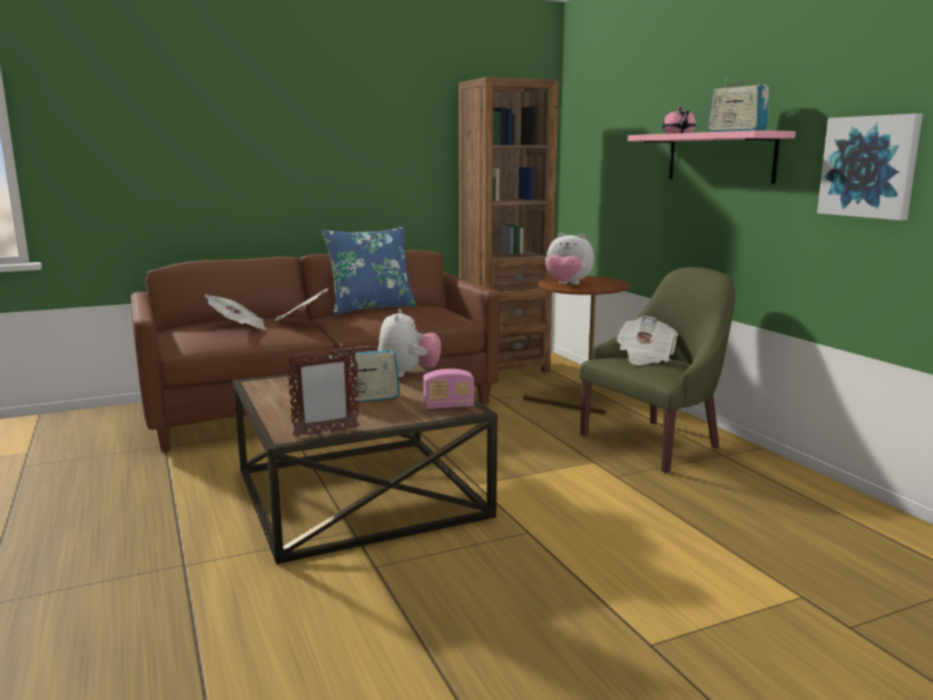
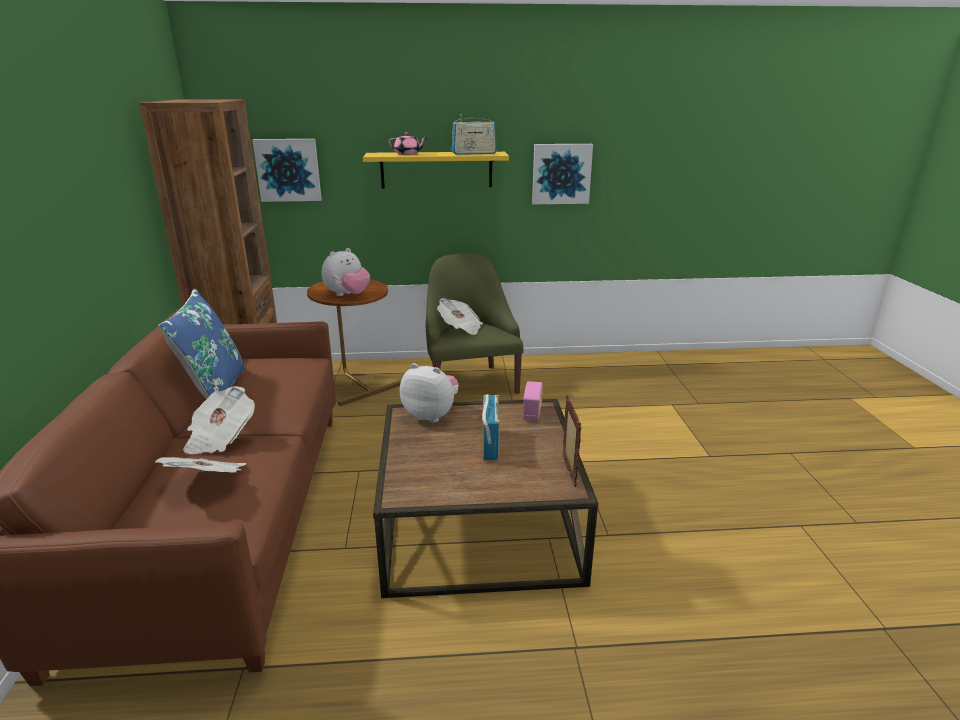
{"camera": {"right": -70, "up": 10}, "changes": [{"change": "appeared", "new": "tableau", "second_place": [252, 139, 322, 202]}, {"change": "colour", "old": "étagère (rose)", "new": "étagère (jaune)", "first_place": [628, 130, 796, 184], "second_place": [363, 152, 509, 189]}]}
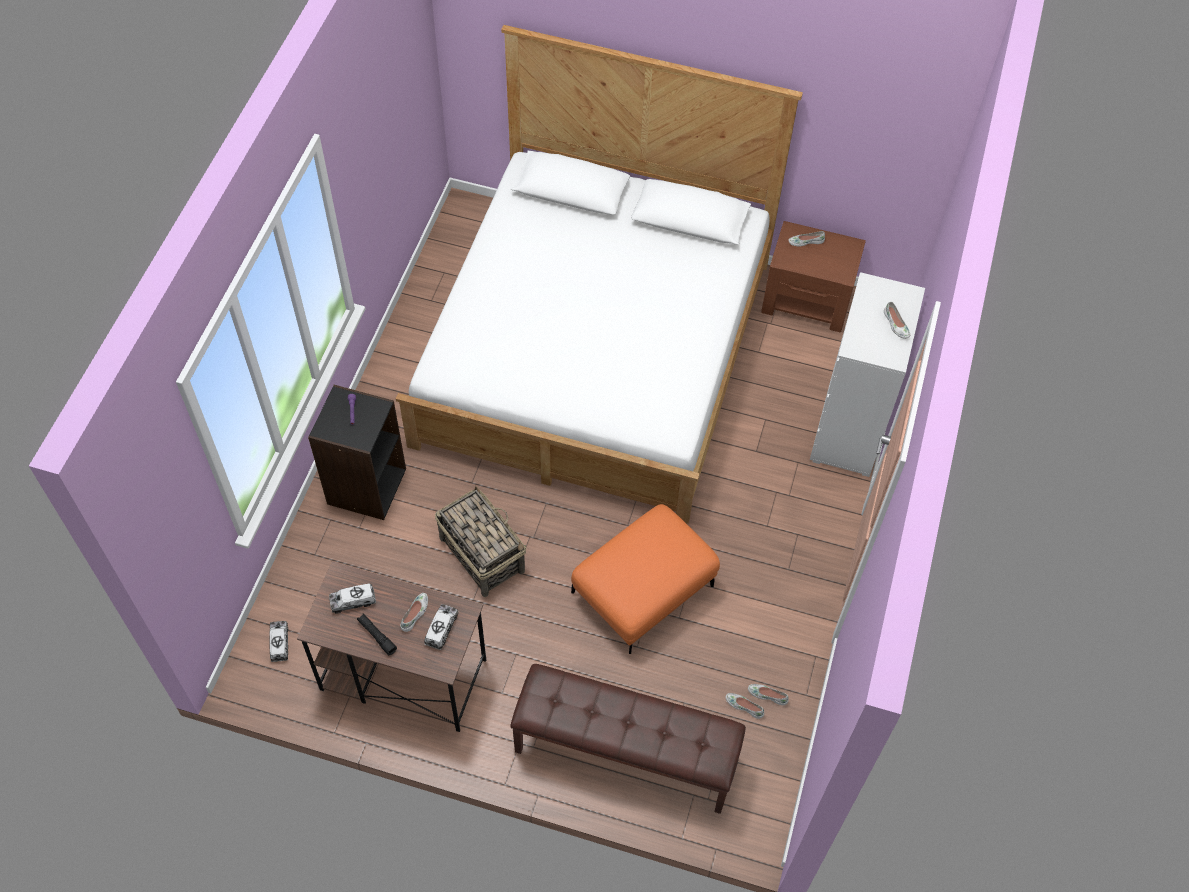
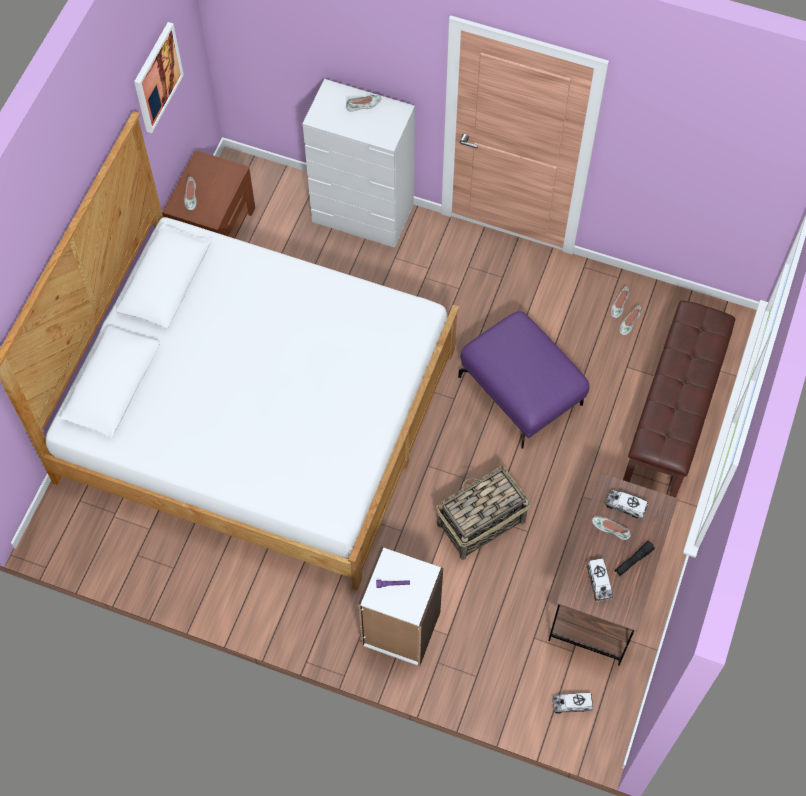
{"camera": {"right": -85, "up": 5}, "changes": [{"change": "appeared", "new": "tableau", "second_place": [134, 22, 184, 133]}, {"change": "colour", "old": "bibliothèque (noir)", "new": "bibliothèque (blanc)", "first_place": [308, 385, 406, 520], "second_place": [358, 547, 443, 667]}, {"change": "colour", "old": "pouf (orange)", "new": "pouf (violet)", "first_place": [571, 504, 720, 654], "second_place": [458, 311, 589, 449]}]}
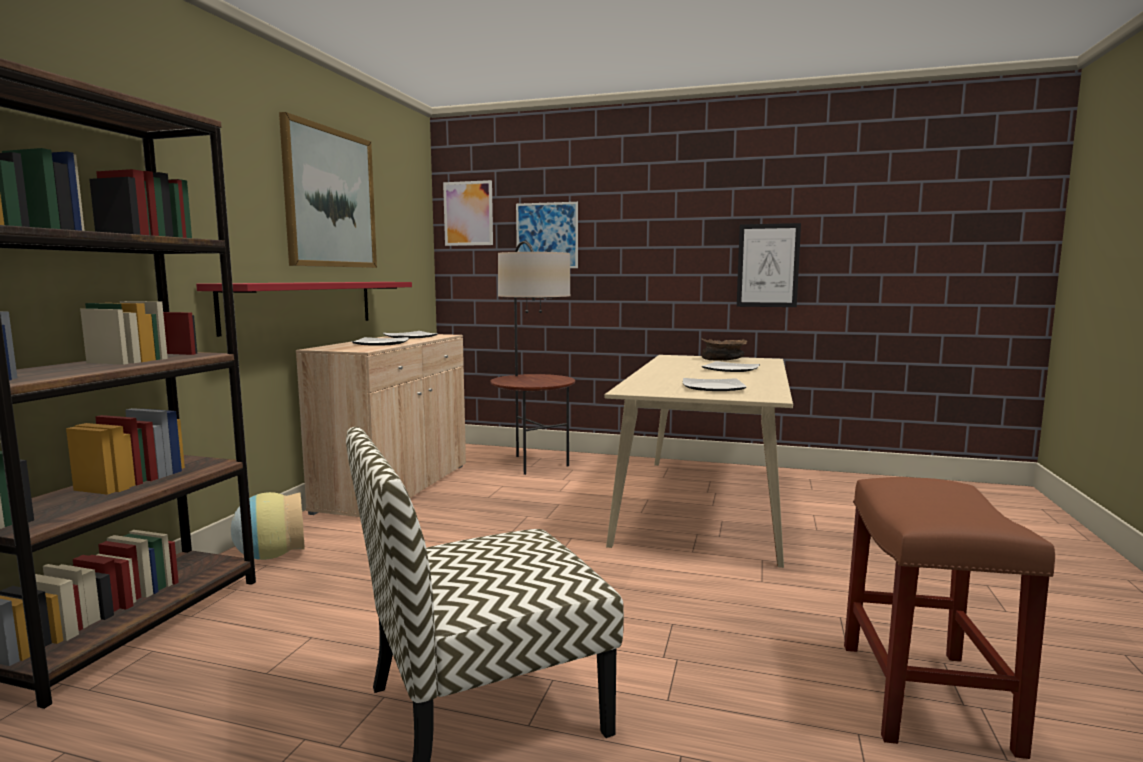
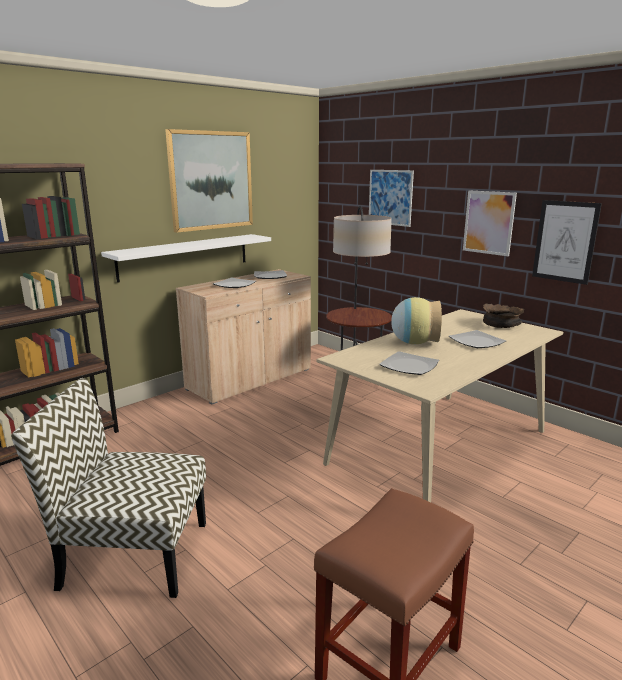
{"camera": {"right": 30, "up": 10}, "changes": [{"change": "colour", "old": "étagère (rouge)", "new": "étagère (blanc)", "first_place": [196, 282, 412, 337], "second_place": [101, 234, 271, 283]}, {"change": "relocated", "old": "vase", "first_place": [231, 492, 305, 560], "second_place": [391, 297, 442, 344]}, {"change": "relocated", "old": "tableau", "first_place": [443, 180, 493, 246], "second_place": [463, 190, 517, 256]}]}
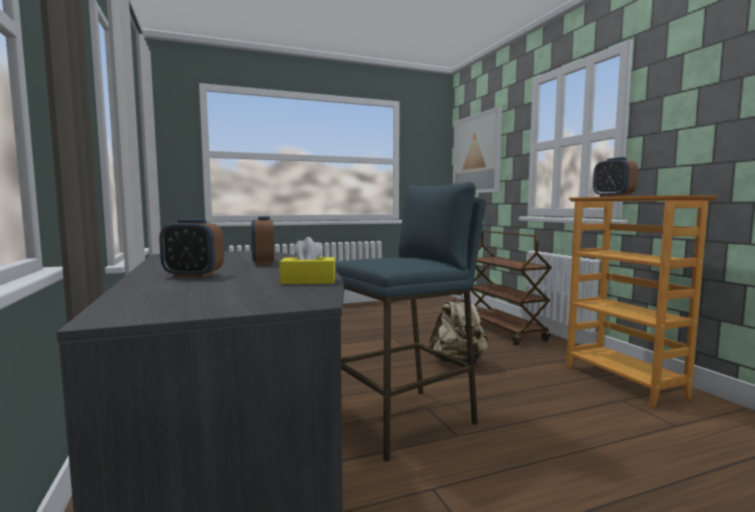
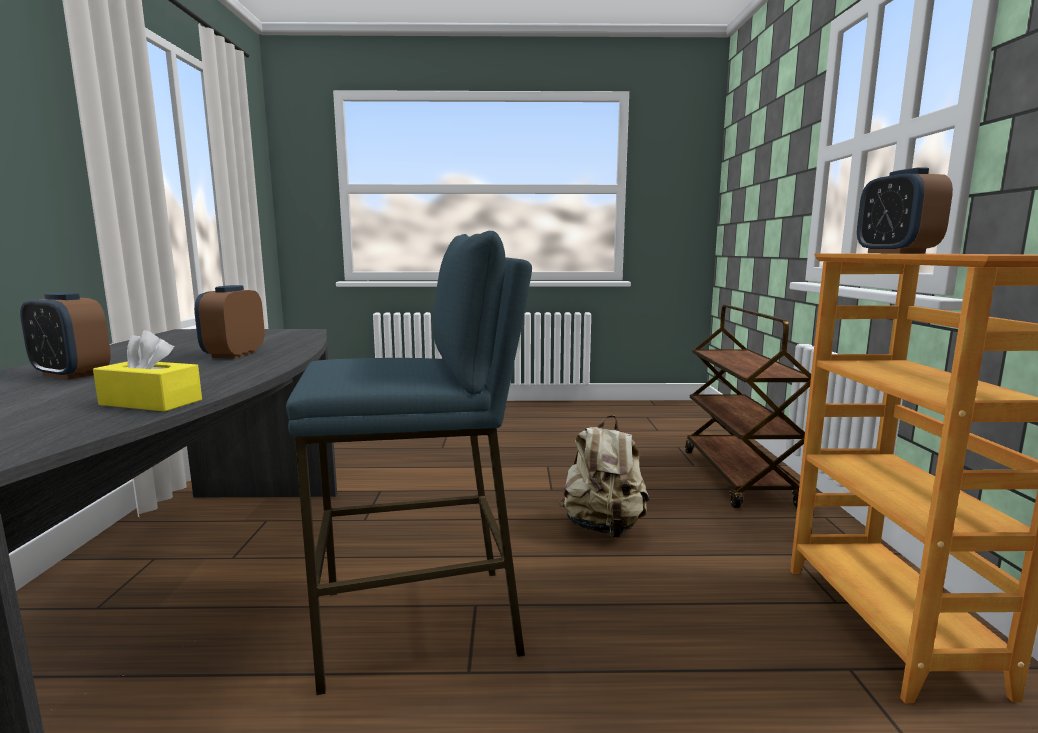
{"camera": {"right": 20, "up": 5}, "changes": [{"change": "missing", "old": "tableau", "first_place": [453, 106, 502, 193]}]}
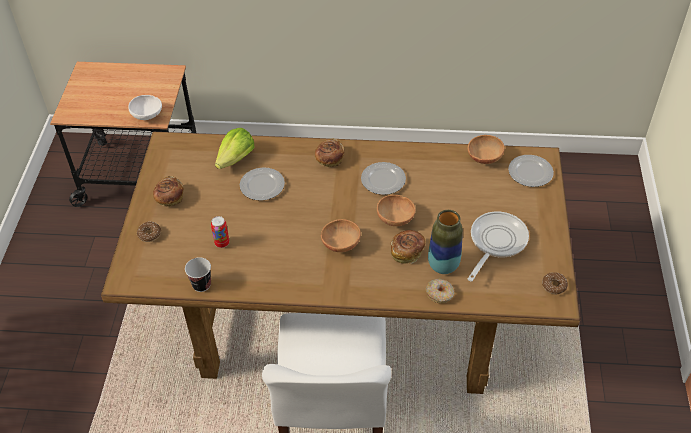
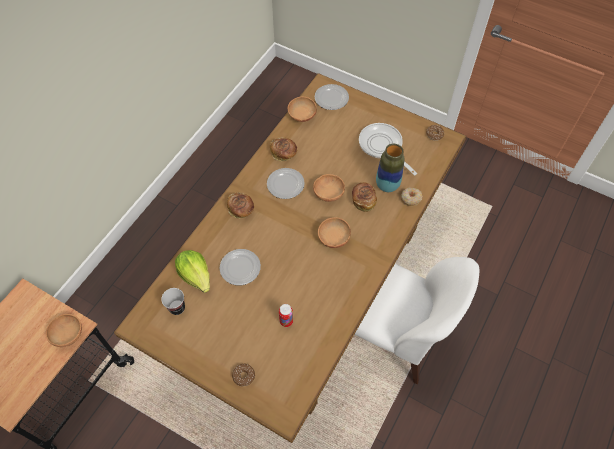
{"camera": {"right": -65, "up": 10}, "changes": [{"change": "colour", "old": "bol (blanc)", "new": "bol (marron)", "first_place": [128, 95, 162, 120], "second_place": [46, 314, 82, 347]}, {"change": "relocated", "old": "tasse", "first_place": [185, 257, 211, 292], "second_place": [161, 288, 185, 315]}, {"change": "relocated", "old": "pain", "first_place": [153, 176, 184, 207], "second_place": [270, 137, 297, 162]}]}
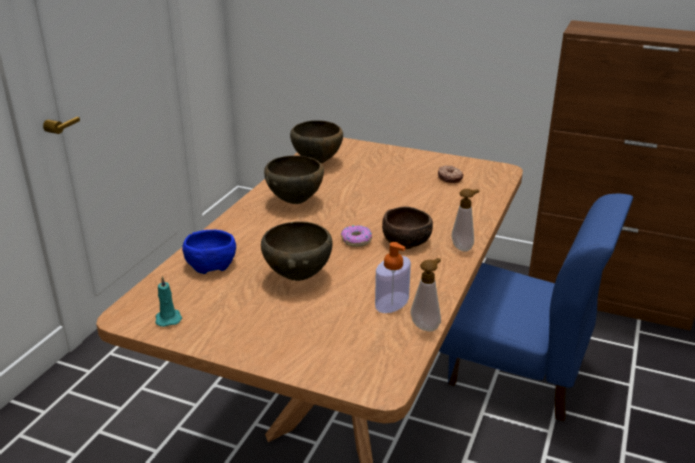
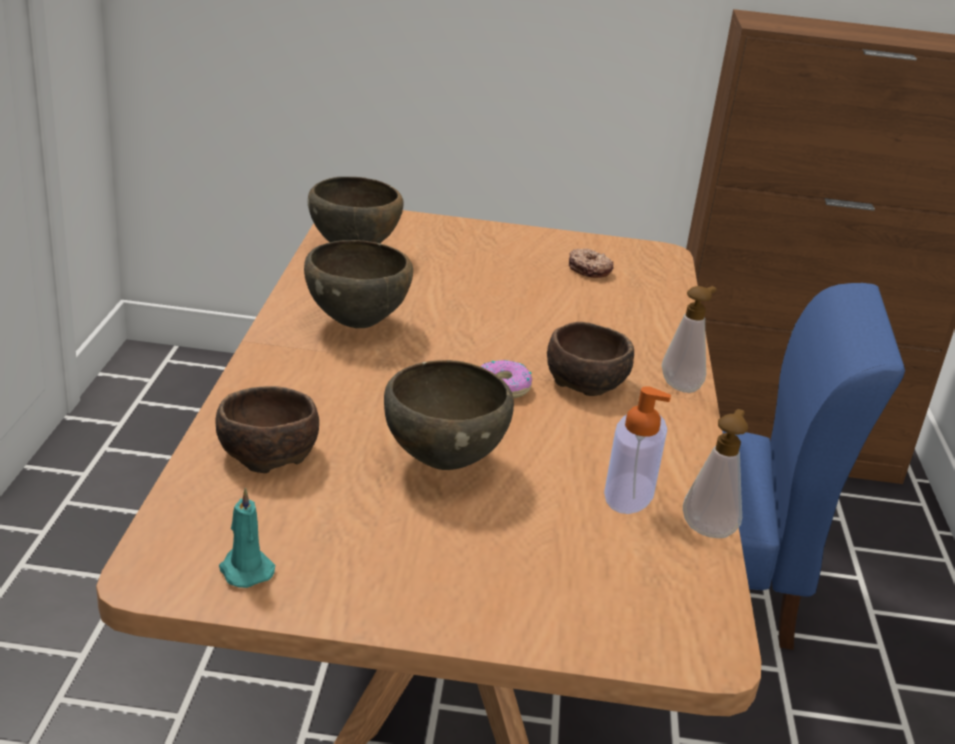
{"camera": {"right": -20, "up": 0}, "changes": [{"change": "colour", "old": "bol (bleu)", "new": "bol (marron)", "first_place": [182, 230, 236, 274], "second_place": [216, 386, 319, 473]}]}
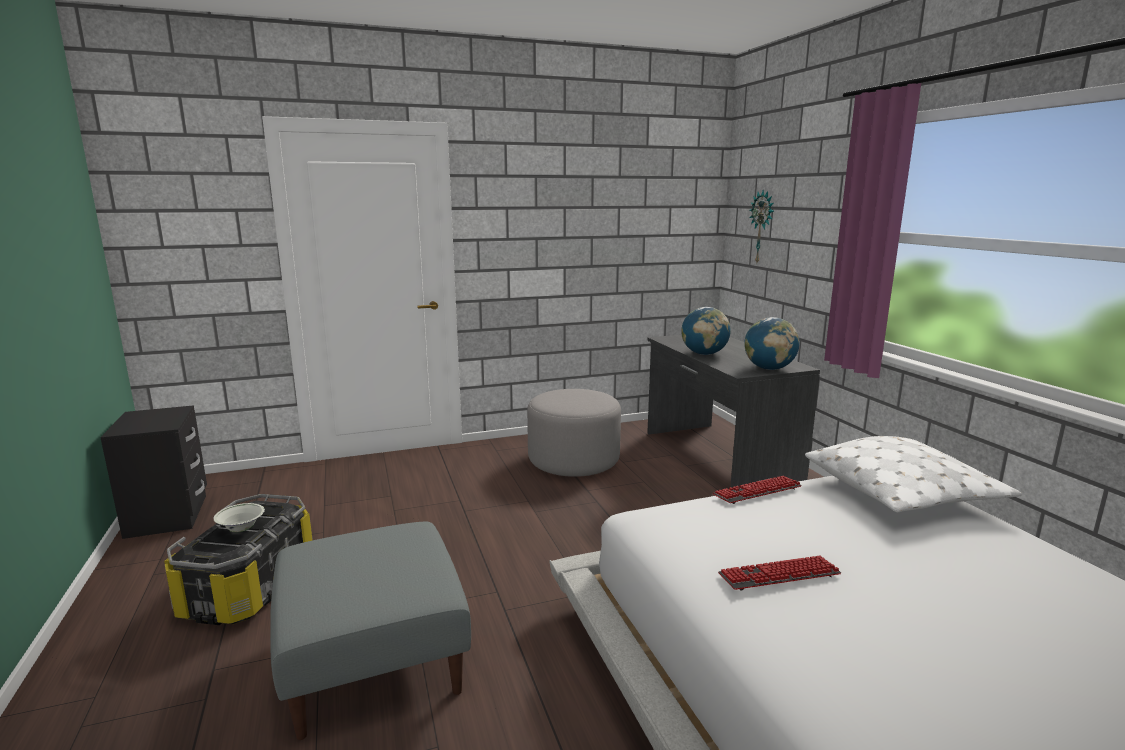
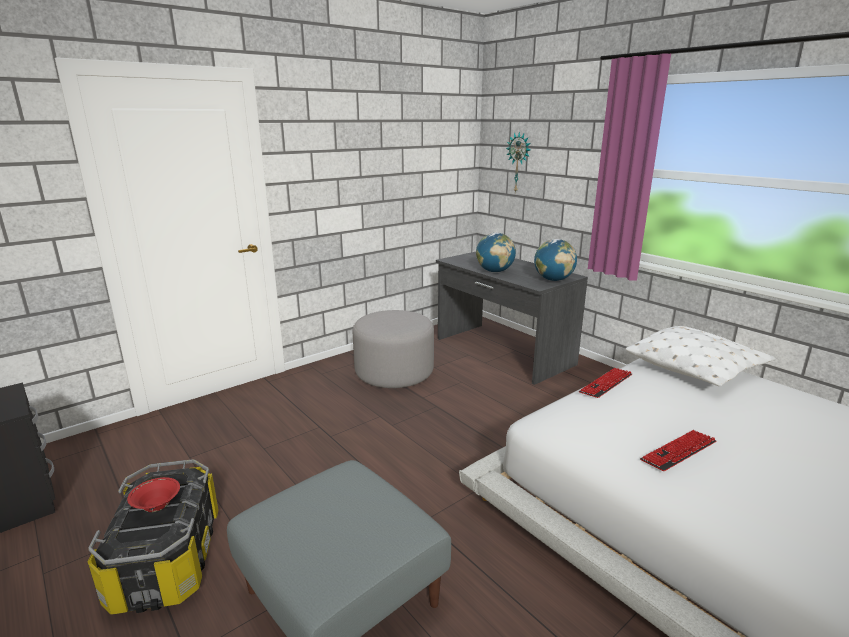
{"camera": {"right": -20, "up": 5}, "changes": [{"change": "colour", "old": "bol (blanc)", "new": "bol (rouge)", "first_place": [213, 503, 265, 532], "second_place": [127, 477, 180, 512]}]}
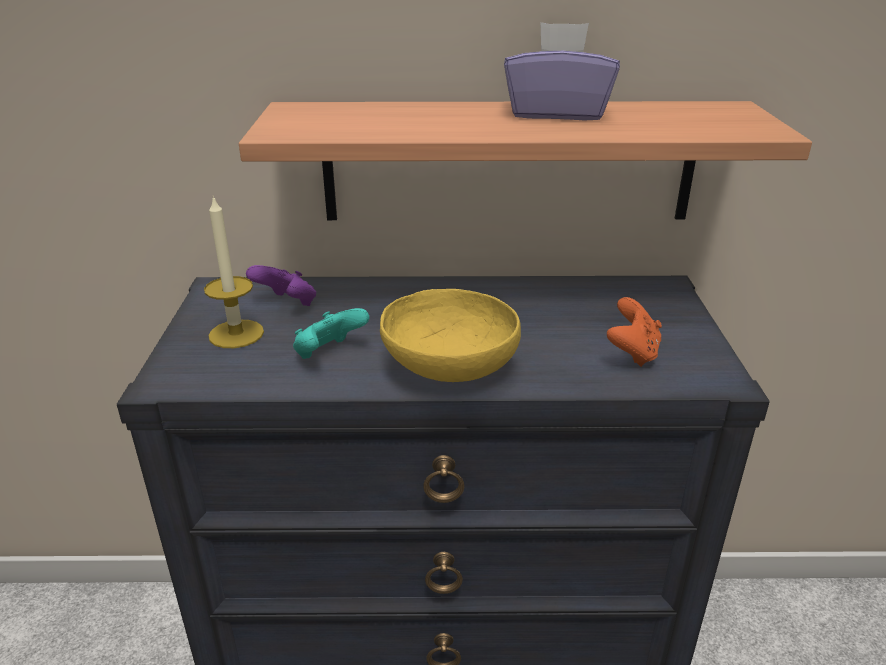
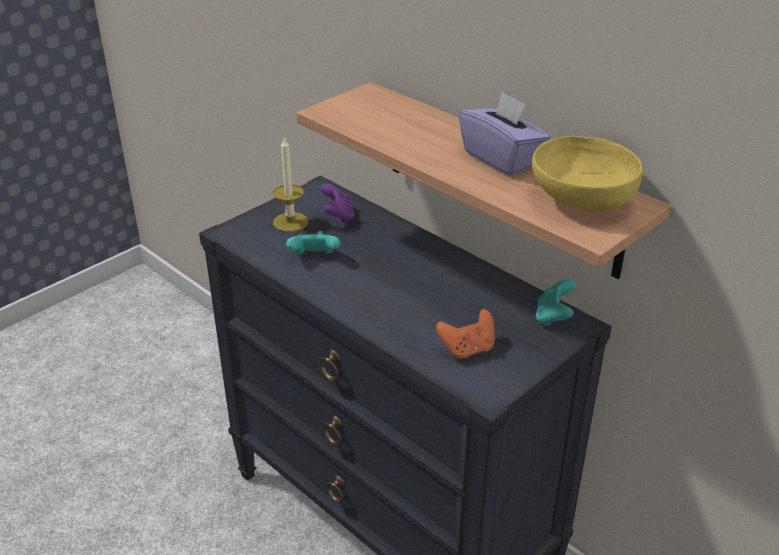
{"camera": {"right": 45, "up": 5}, "changes": [{"change": "relocated", "old": "bol (jaune)", "first_place": [380, 289, 521, 382], "second_place": [532, 136, 643, 212]}, {"change": "appeared", "new": "manette (turquoise)", "second_place": [536, 279, 576, 326]}]}
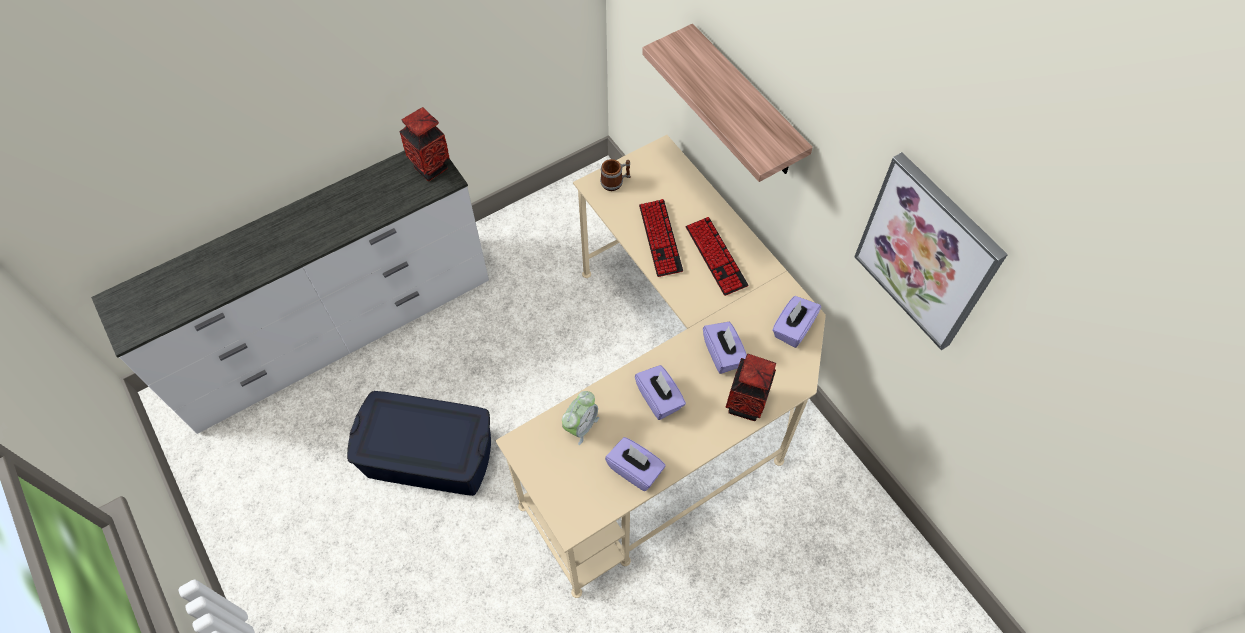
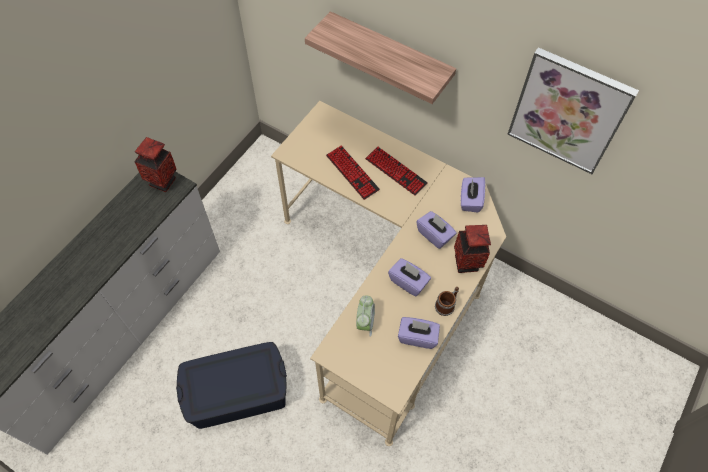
{"camera": {"right": -25, "up": 0}, "changes": [{"change": "relocated", "old": "mug", "first_place": [600, 159, 631, 191], "second_place": [435, 287, 459, 316]}]}
